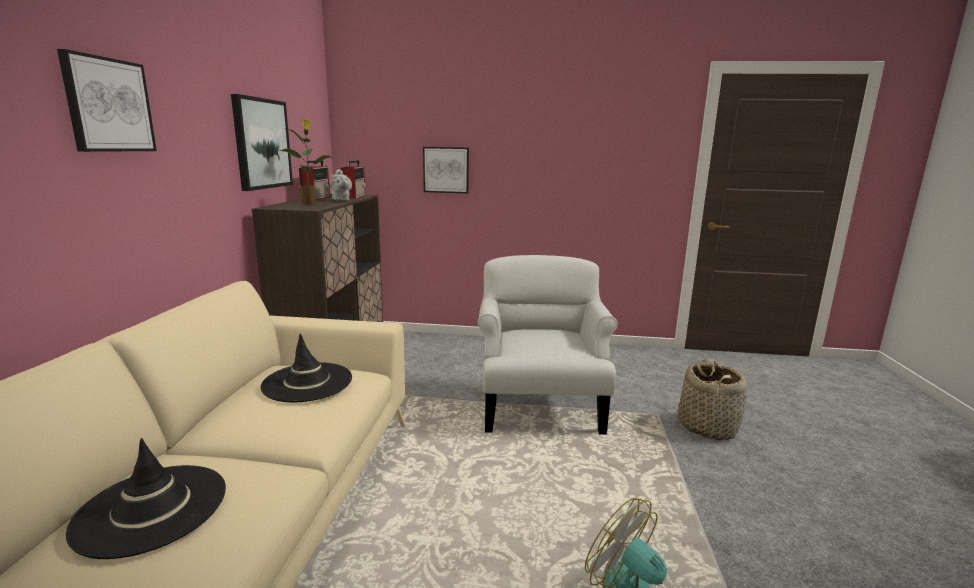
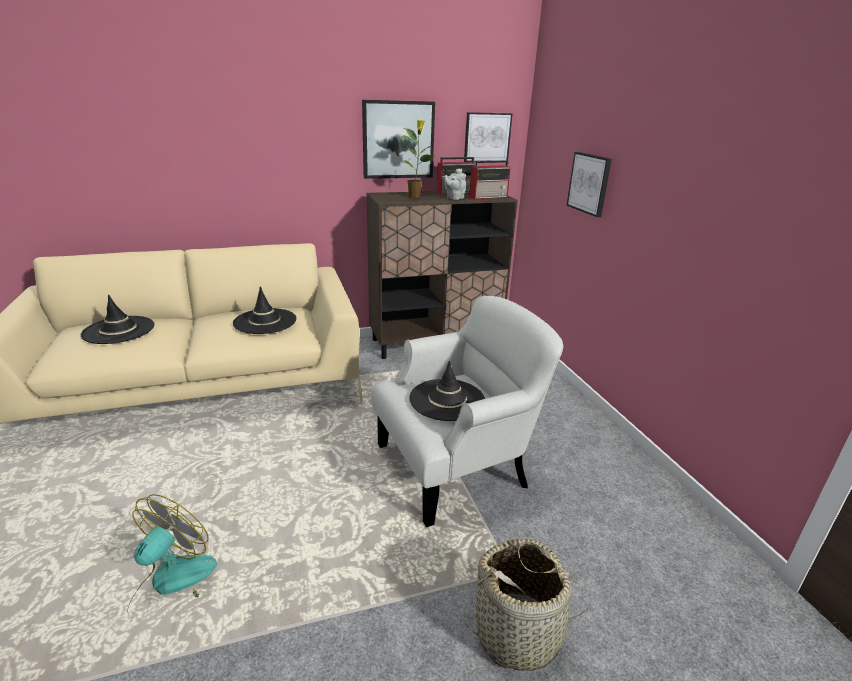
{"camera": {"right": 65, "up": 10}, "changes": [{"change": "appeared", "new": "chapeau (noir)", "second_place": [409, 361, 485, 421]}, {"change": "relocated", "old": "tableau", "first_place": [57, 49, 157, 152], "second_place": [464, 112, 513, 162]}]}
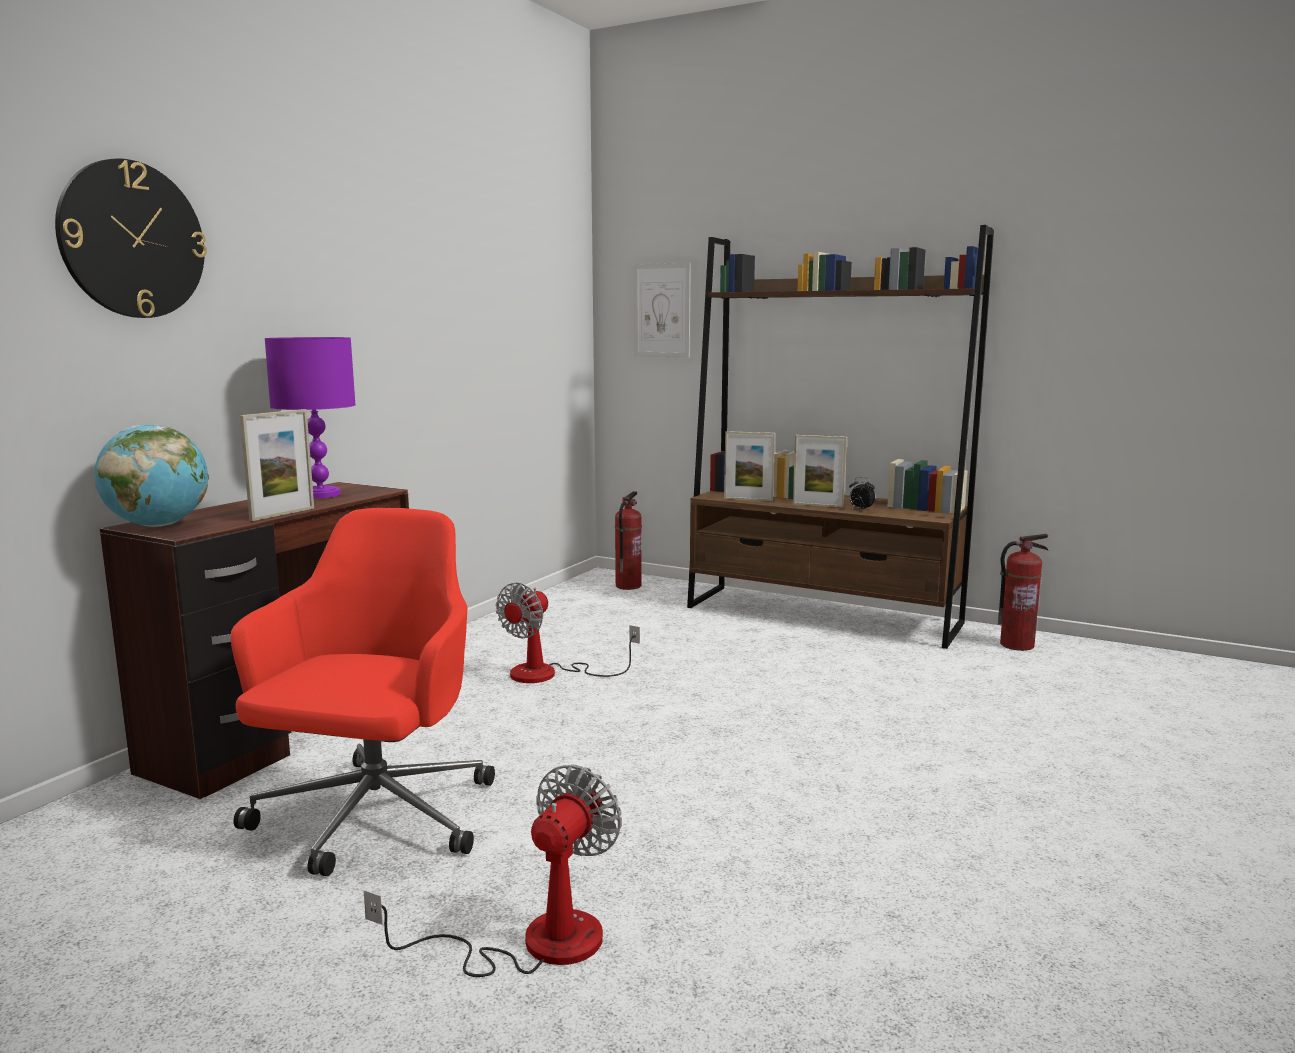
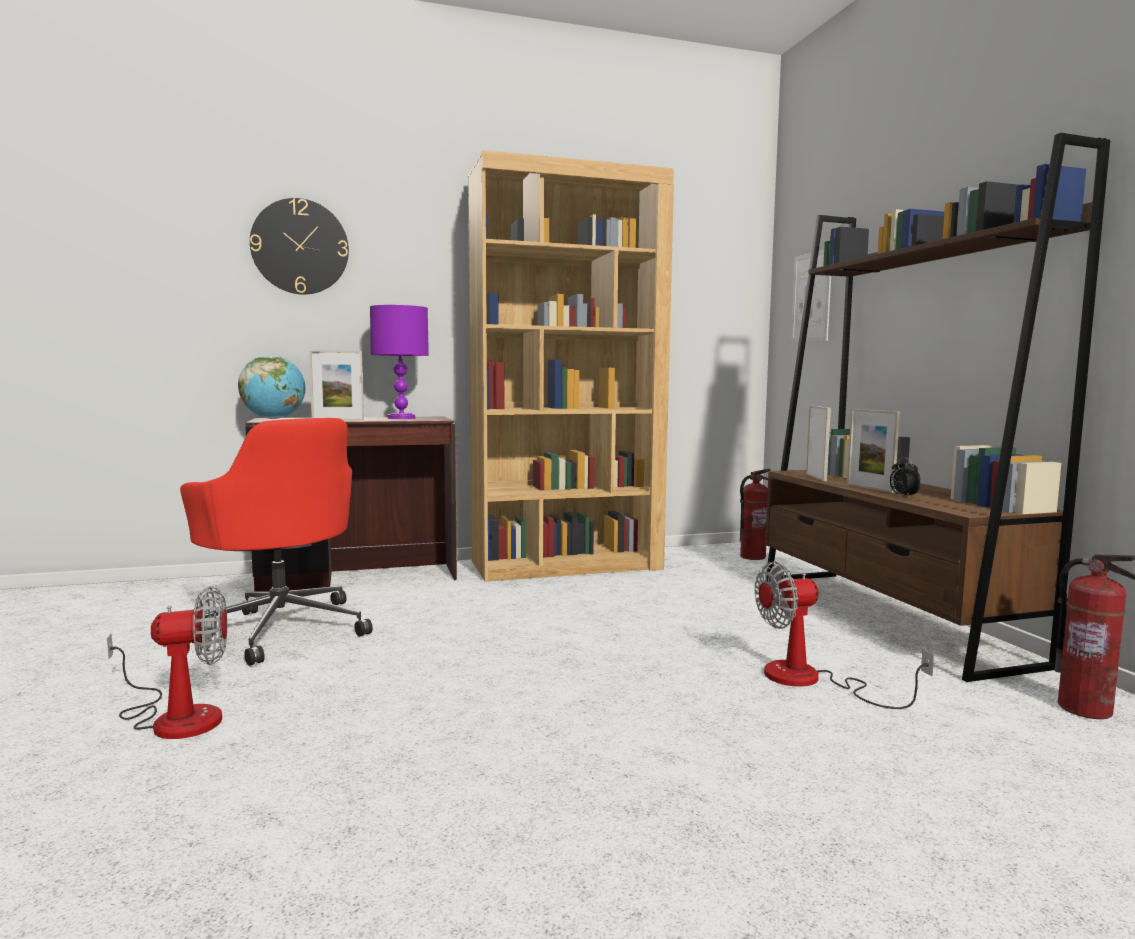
{"camera": {"right": 45, "up": -5}, "changes": [{"change": "spun", "old": "chaise de bureau (rouge)", "first_place": [231, 508, 495, 876], "second_place": [180, 418, 373, 666], "degrees": 75}, {"change": "appeared", "new": "bibliothèque (marron)", "second_place": [468, 150, 674, 582]}, {"change": "relocated", "old": "ventilateur", "first_place": [496, 582, 640, 683], "second_place": [755, 561, 934, 709]}, {"change": "spun", "old": "cadre photo", "first_place": [724, 431, 775, 501], "second_place": [806, 406, 831, 481], "degrees": -150}]}
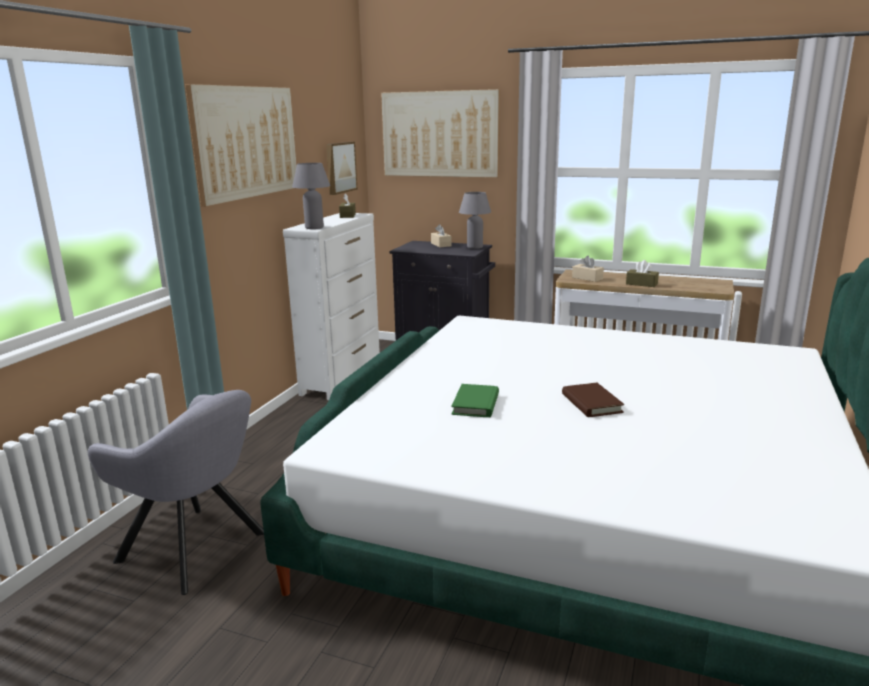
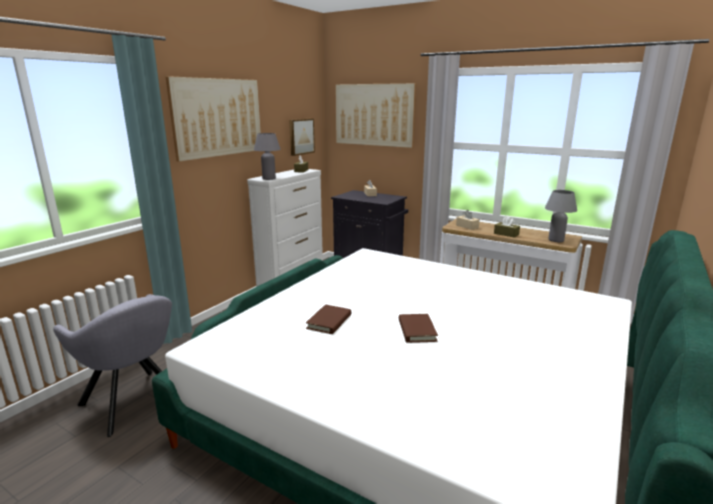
{"camera": {"right": 10, "up": 0}, "changes": [{"change": "colour", "old": "livre (vert)", "new": "livre (marron)", "first_place": [451, 384, 499, 417], "second_place": [306, 304, 351, 334]}, {"change": "relocated", "old": "lampe de table (gris)", "first_place": [459, 192, 491, 249], "second_place": [545, 190, 577, 242]}]}
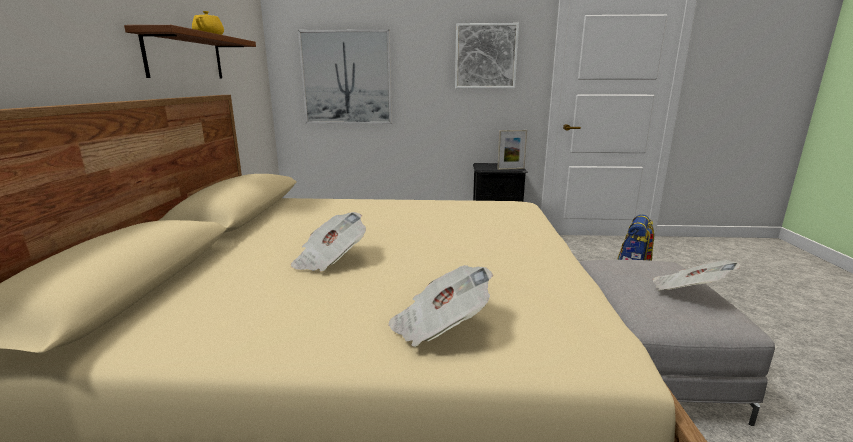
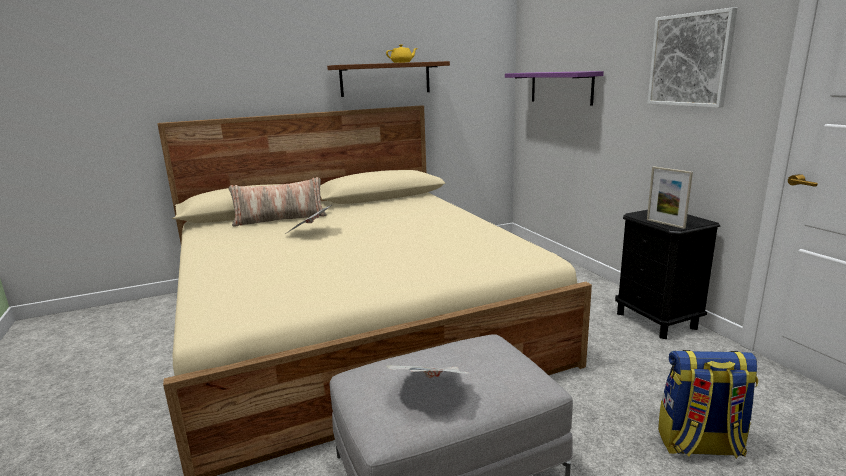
{"camera": {"right": 65, "up": 0}, "changes": [{"change": "appeared", "new": "coussin", "second_place": [229, 177, 327, 227]}, {"change": "exchanged", "old": "tableau", "new": "étagère (violet)", "first_place": [298, 29, 392, 124], "second_place": [505, 71, 604, 106]}, {"change": "missing", "old": "journal", "first_place": [388, 265, 493, 347]}]}
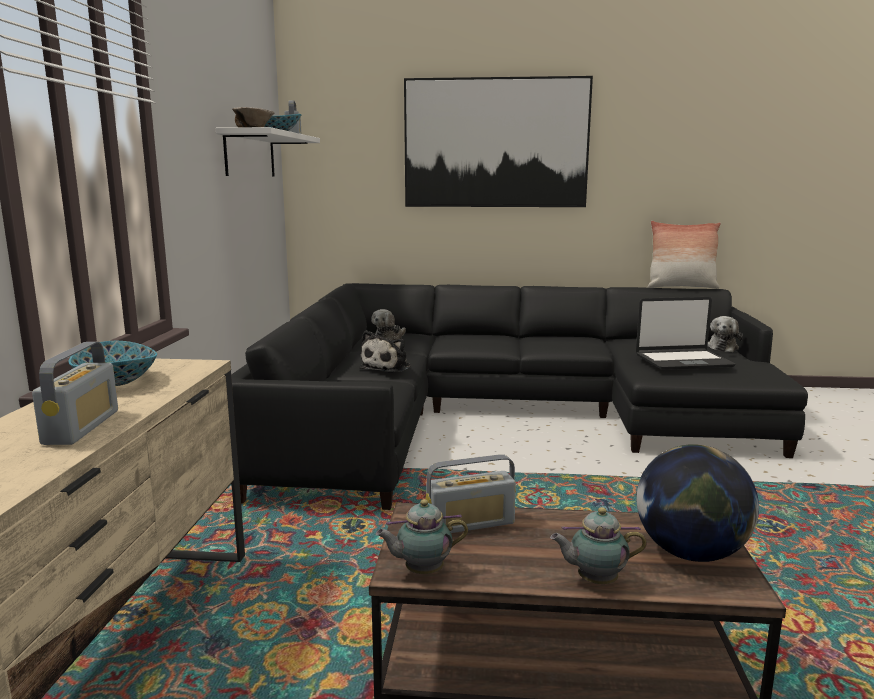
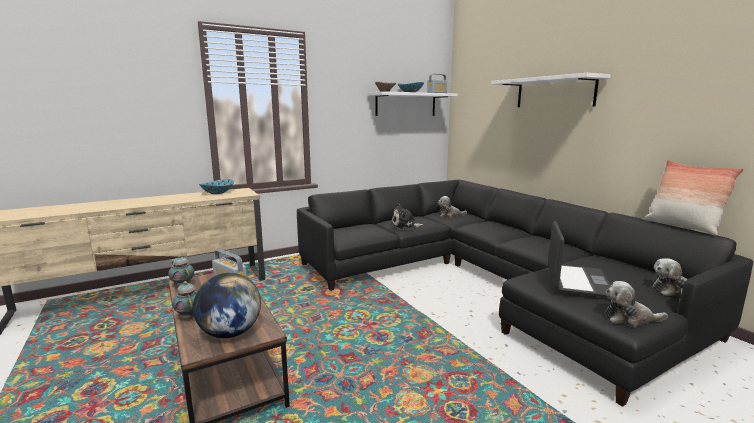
{"camera": {"right": 55, "up": 0}, "changes": [{"change": "exchanged", "old": "tableau", "new": "étagère (blanc)", "first_place": [404, 76, 593, 207], "second_place": [491, 73, 610, 107]}, {"change": "spun", "old": "ordinateur portable", "first_place": [636, 297, 736, 370], "second_place": [548, 221, 611, 297], "degrees": -120}, {"change": "appeared", "new": "peluche", "second_place": [605, 281, 668, 327]}, {"change": "missing", "old": "radio", "first_place": [32, 342, 118, 445]}]}
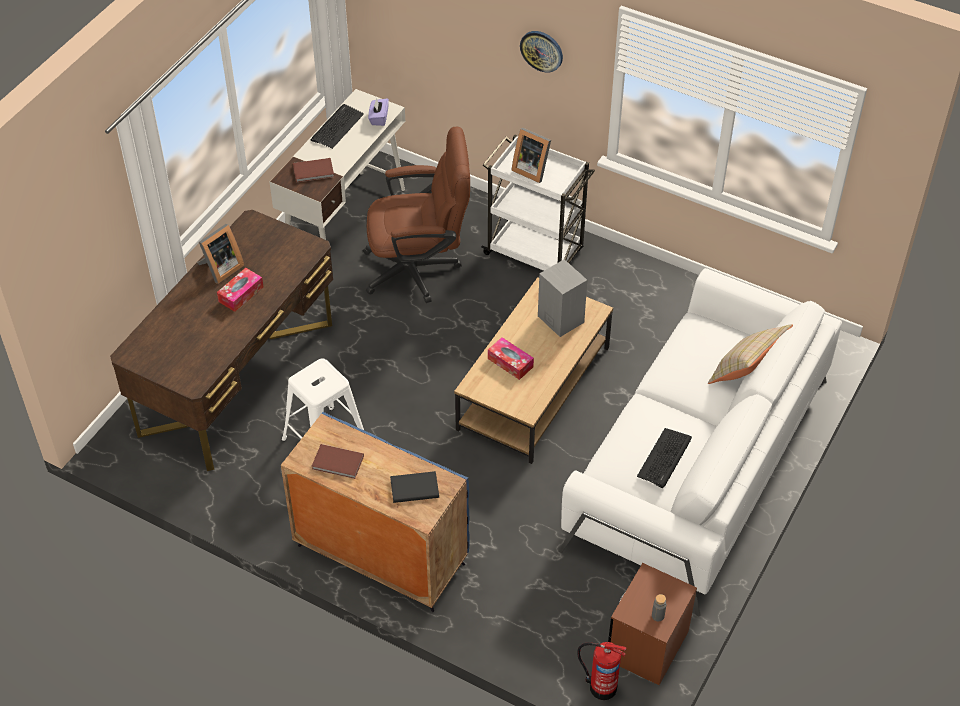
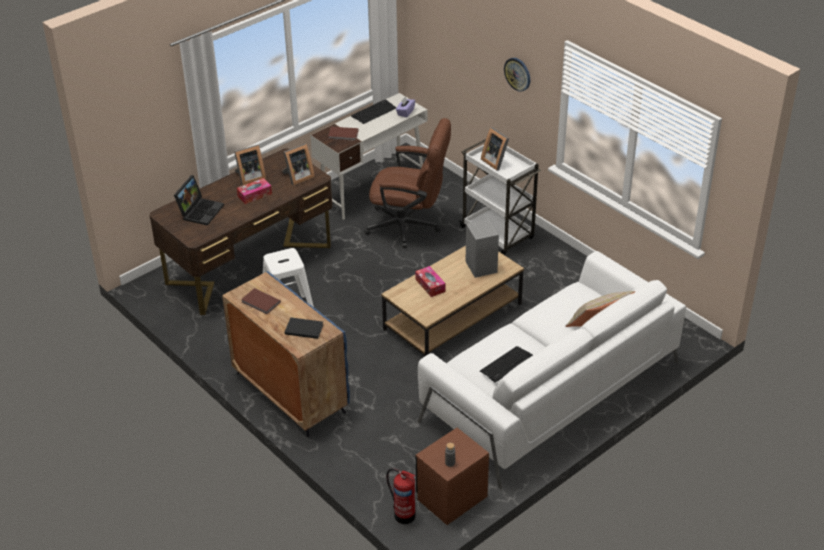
{"camera": {"right": 20, "up": -10}, "changes": [{"change": "appeared", "new": "ordinateur portable", "second_place": [174, 175, 224, 226]}, {"change": "appeared", "new": "cadre photo", "second_place": [282, 143, 315, 186]}]}
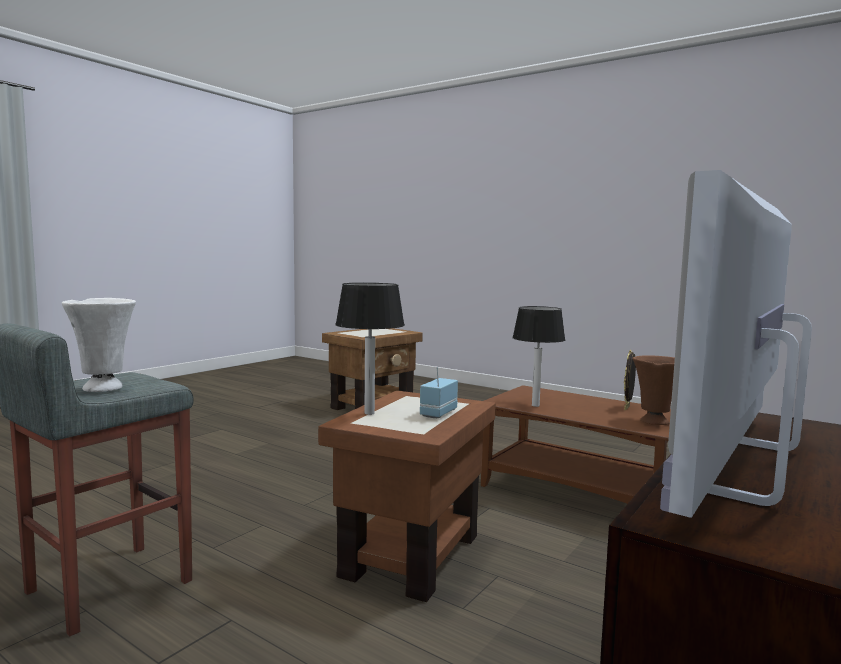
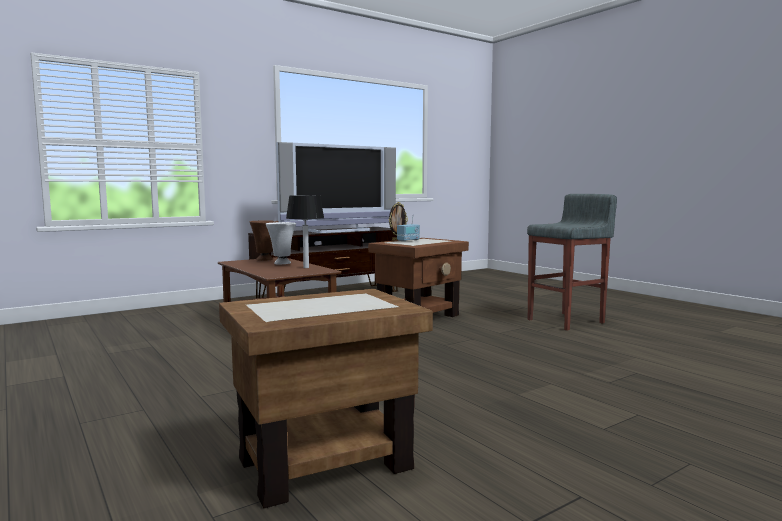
{"camera": {"right": -160, "up": 0}, "changes": [{"change": "relocated", "old": "vase (blanc)", "first_place": [62, 298, 136, 392], "second_place": [266, 222, 296, 265]}, {"change": "relocated", "old": "cadre photo", "first_place": [624, 350, 636, 410], "second_place": [389, 202, 408, 241]}, {"change": "missing", "old": "lampe de table", "first_place": [335, 283, 405, 415]}]}
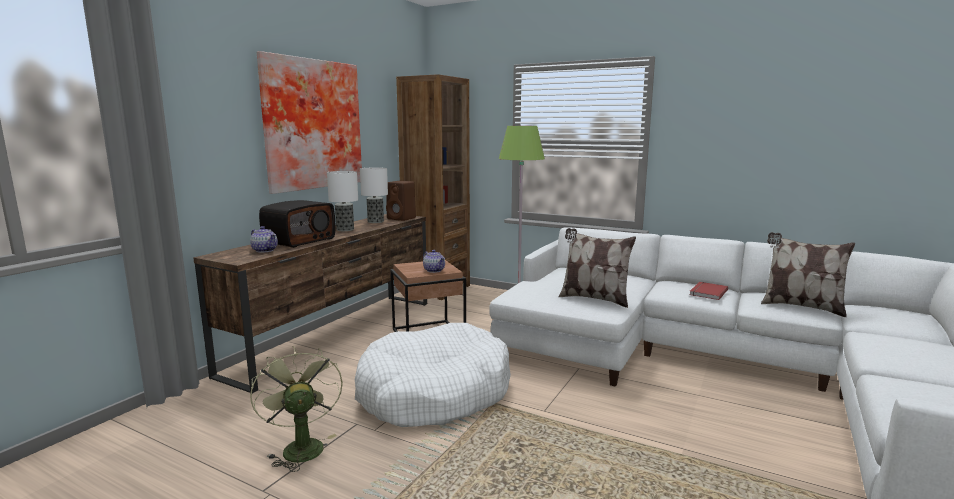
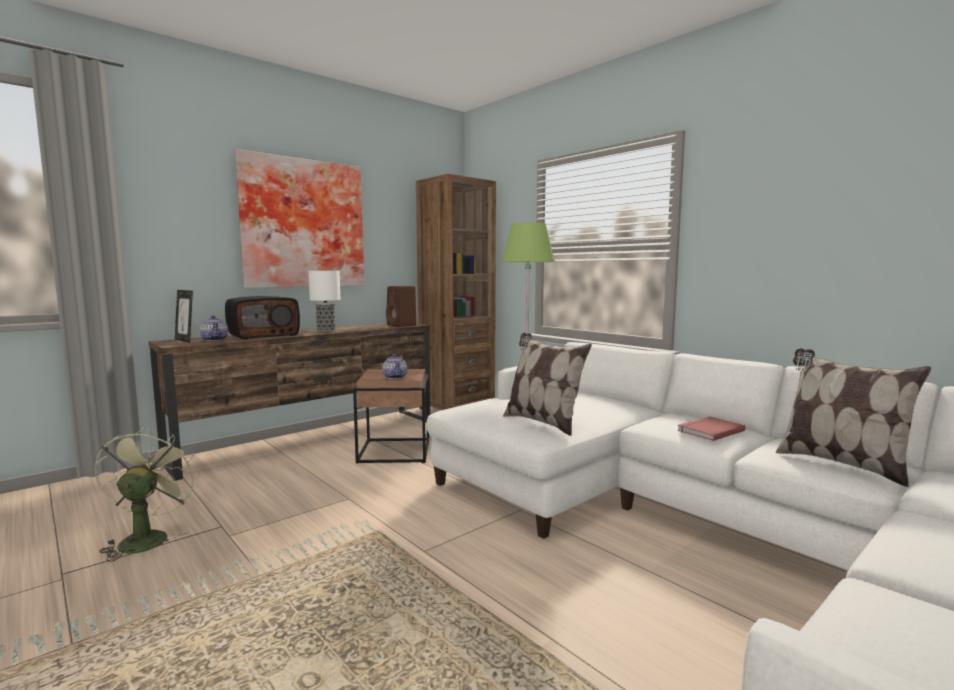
{"camera": {"right": 20, "up": -5}, "changes": [{"change": "appeared", "new": "cadre photo", "second_place": [175, 290, 193, 342]}, {"change": "missing", "old": "panier pour chien (blanc)", "first_place": [355, 323, 511, 427]}, {"change": "missing", "old": "lampe de table", "first_place": [360, 167, 388, 223]}]}
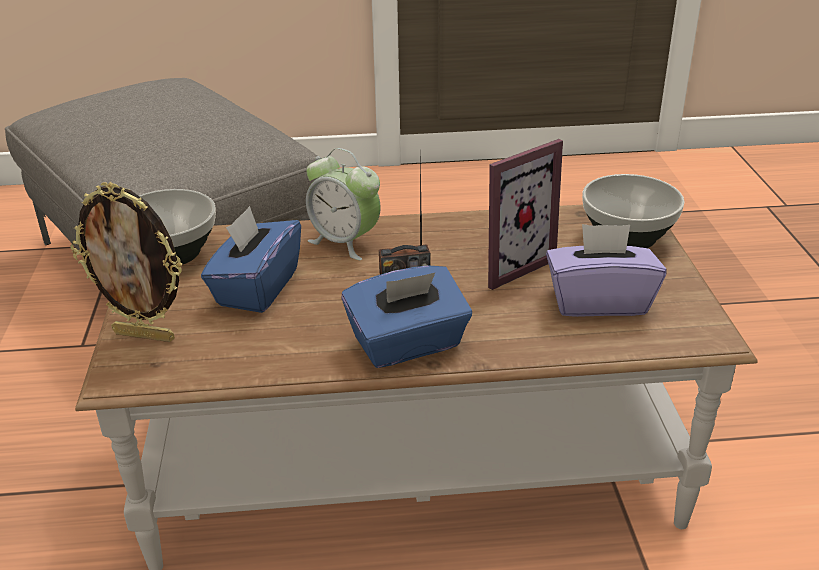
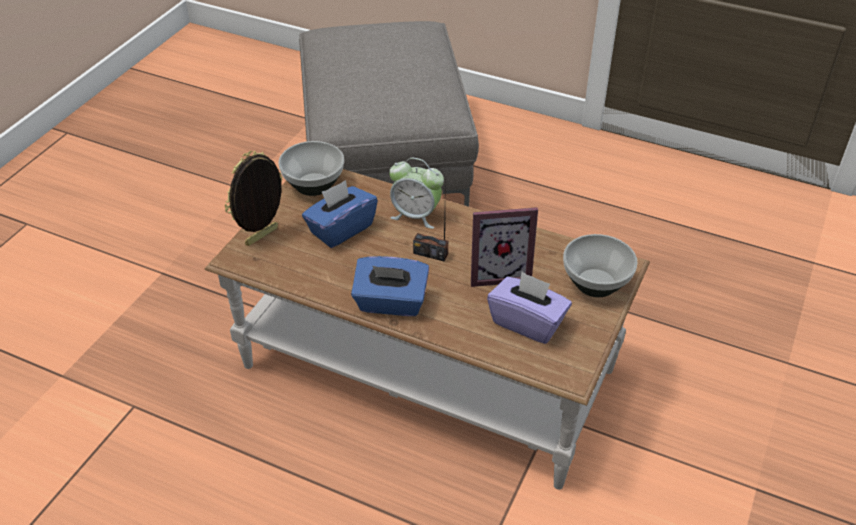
{"camera": {"right": 30, "up": 10}, "changes": [{"change": "spun", "old": "cadre photo", "first_place": [70, 182, 182, 342], "second_place": [225, 151, 282, 246], "degrees": 90}, {"change": "spun", "old": "réveil", "first_place": [306, 148, 381, 260], "second_place": [389, 158, 444, 229], "degrees": -45}]}
